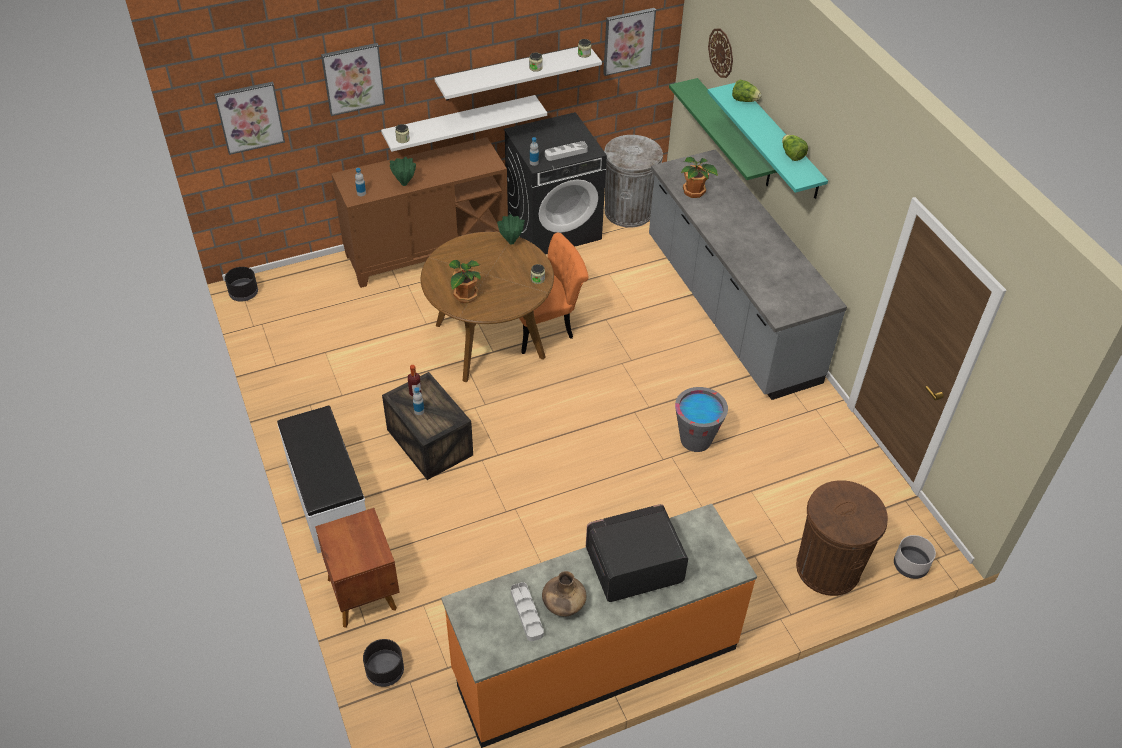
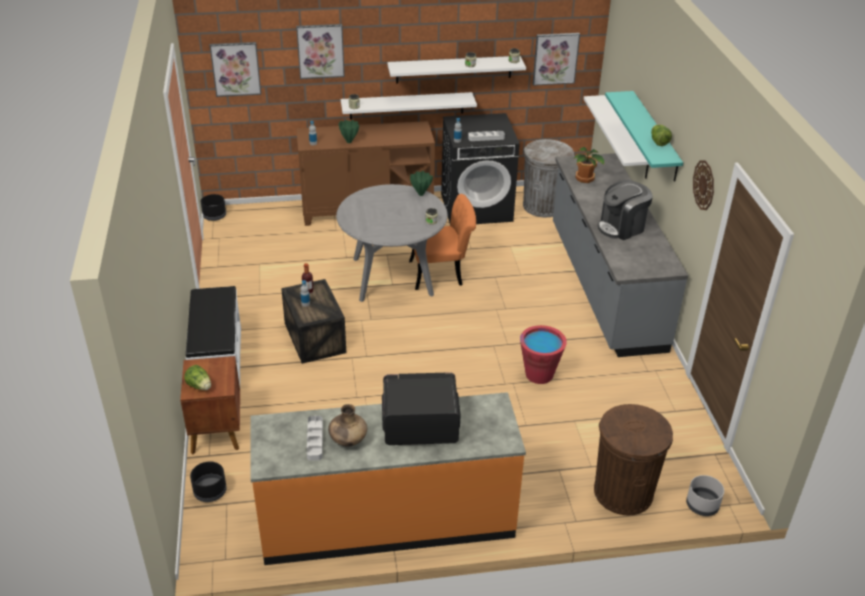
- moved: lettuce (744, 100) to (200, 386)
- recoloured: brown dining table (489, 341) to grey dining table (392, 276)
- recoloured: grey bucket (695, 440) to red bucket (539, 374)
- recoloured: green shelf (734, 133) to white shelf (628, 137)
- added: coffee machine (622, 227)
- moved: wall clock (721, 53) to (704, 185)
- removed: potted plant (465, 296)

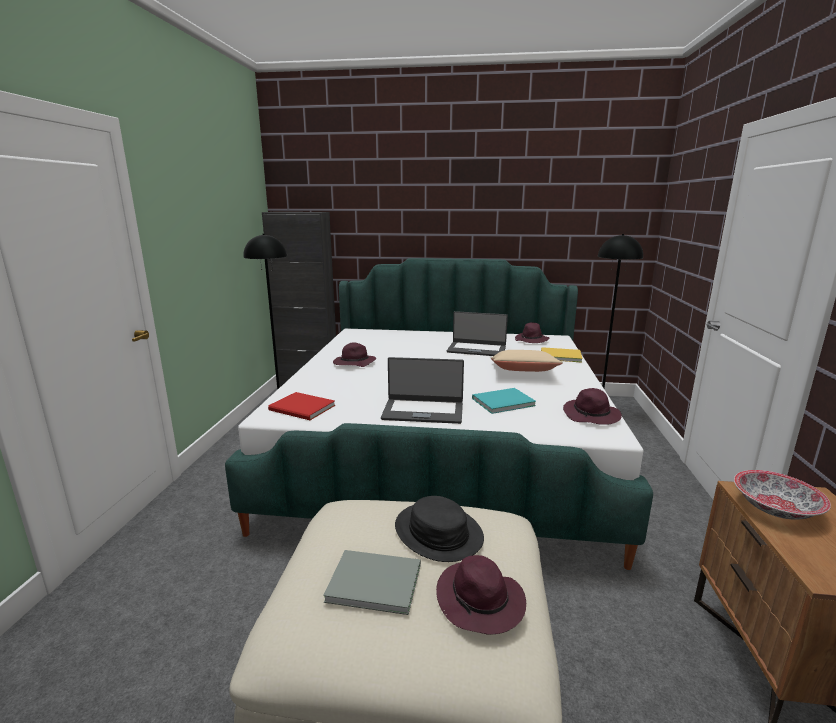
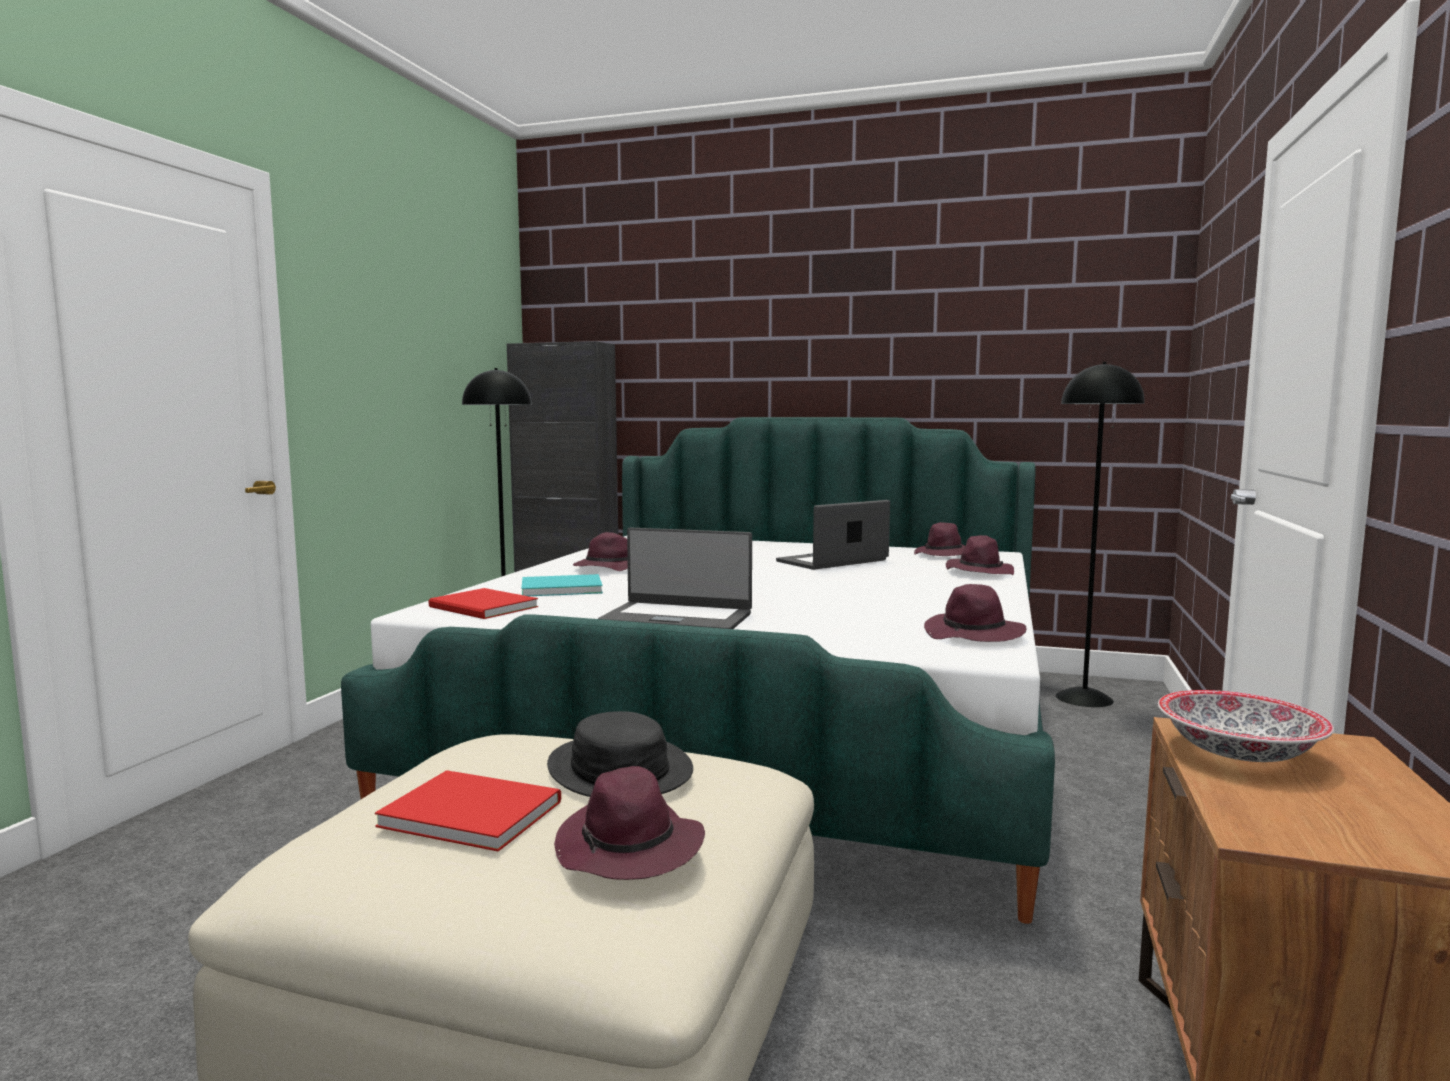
- recoloured: grey book (372, 581) to red book (469, 811)
- moved: turquoise book (501, 402) to (559, 588)
- turned: laptop (476, 349) = (833, 561) 120 degrees clockwise
- replaced: yellow book (559, 356) to purple hat (979, 572)
- removed: beige pillow (523, 373)

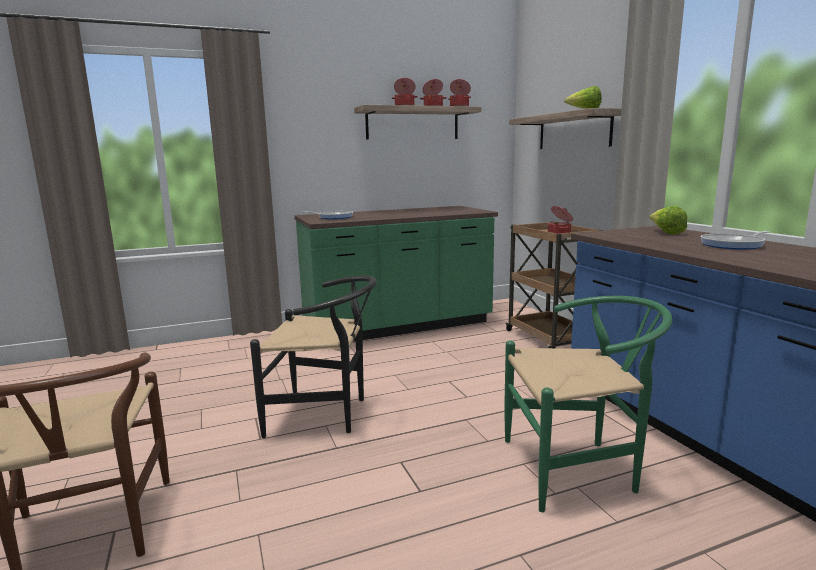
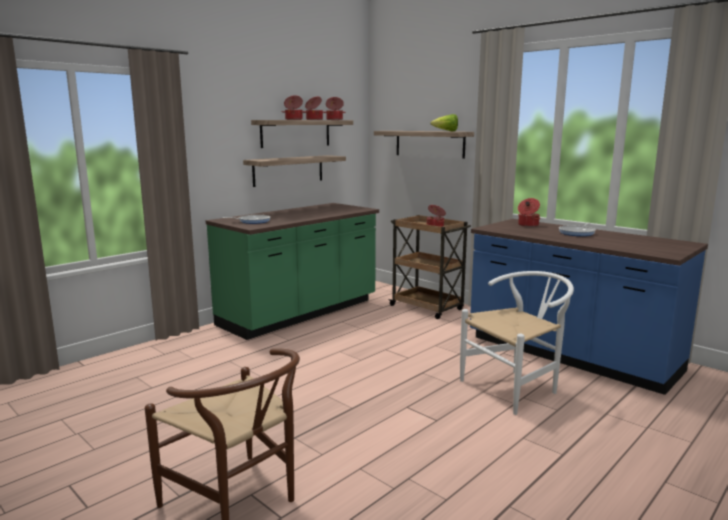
- added: shelf (288, 170)
- recoloured: green chair (579, 468) to white chair (516, 387)
- replaced: lettuce (665, 233) to cooking pot (527, 225)
- removed: black chair (325, 414)

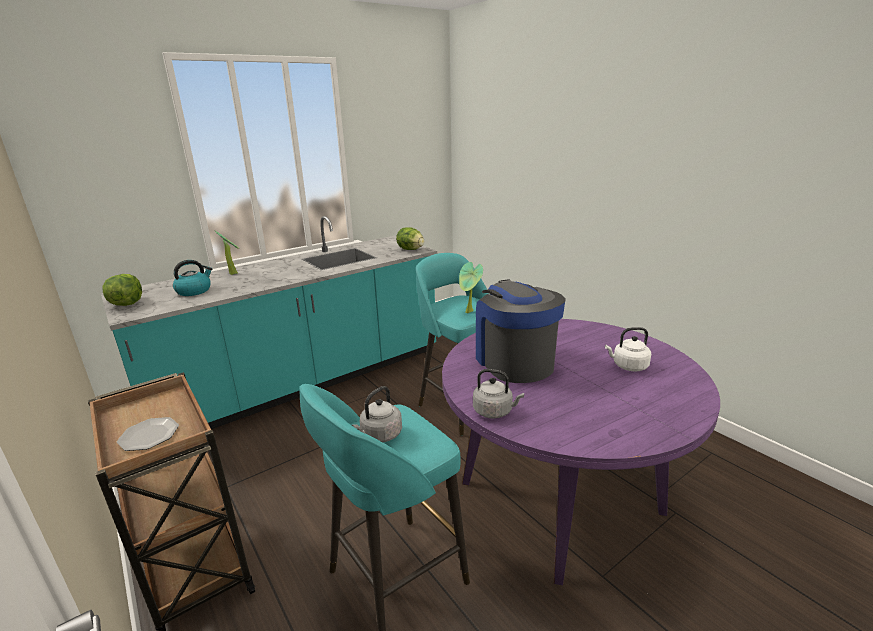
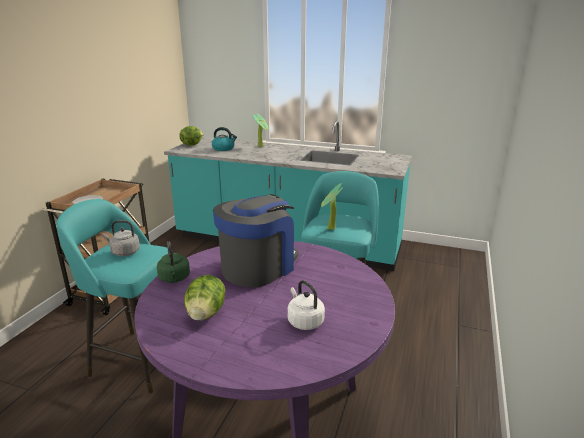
- recoloured: grey kettle (494, 411) to green kettle (174, 278)
- moved: lettuce (410, 249) to (205, 314)

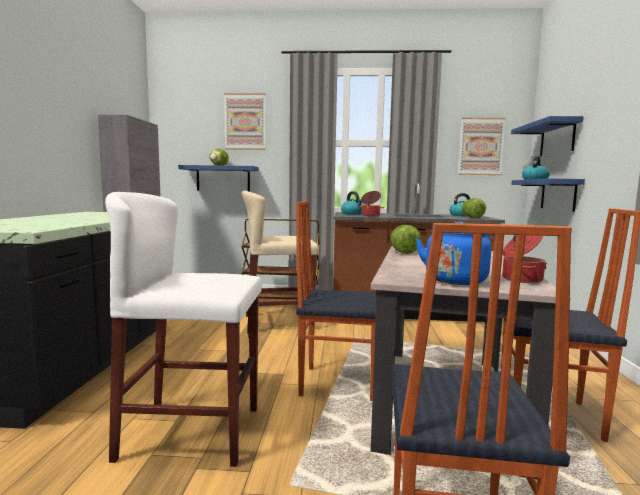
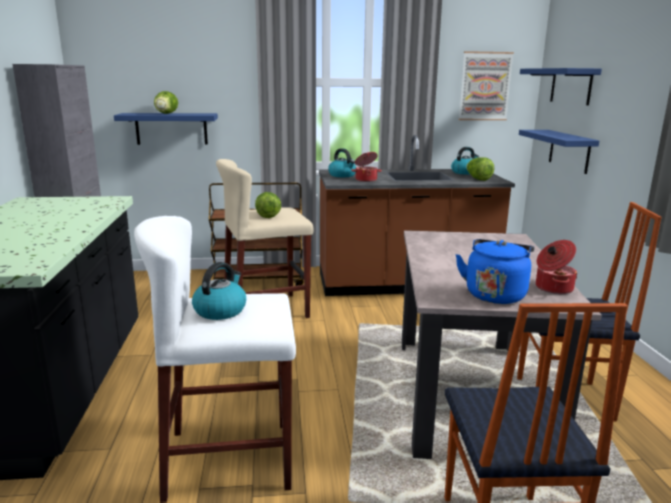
- moved: kettle (535, 179) to (220, 310)
- moved: lettuce (403, 252) to (267, 215)
- removed: picture (245, 121)
- removed: chair (338, 383)

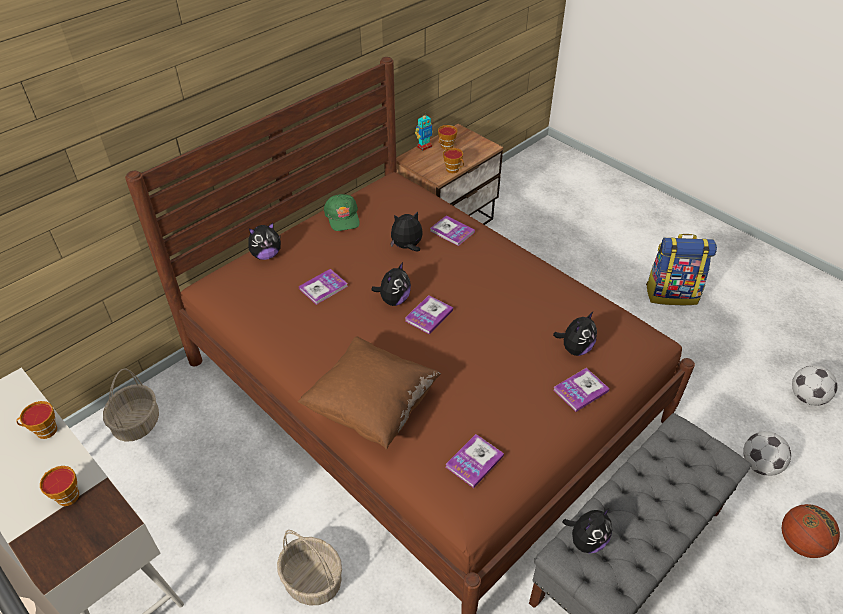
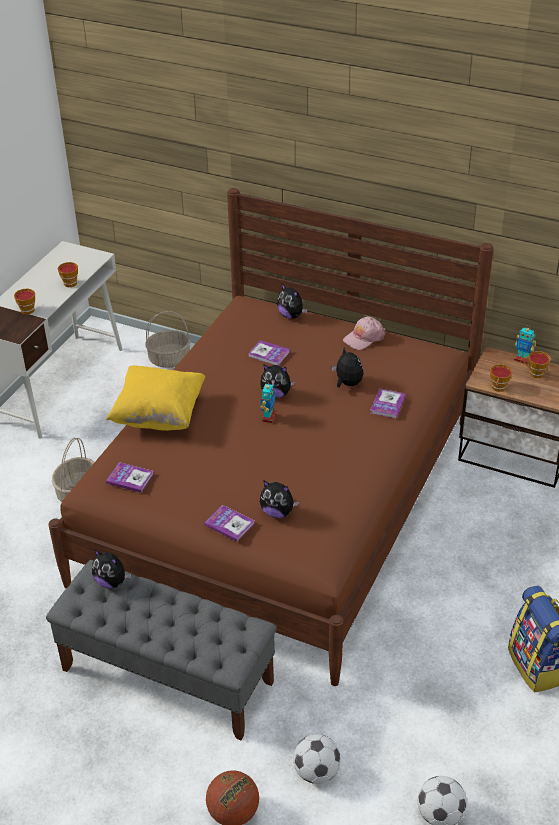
- recoloured: brown pillow (371, 407) to yellow pillow (159, 415)
- replaced: book (429, 315) to toy robot (268, 417)
- recoloured: green cap (342, 217) to pink cap (364, 338)

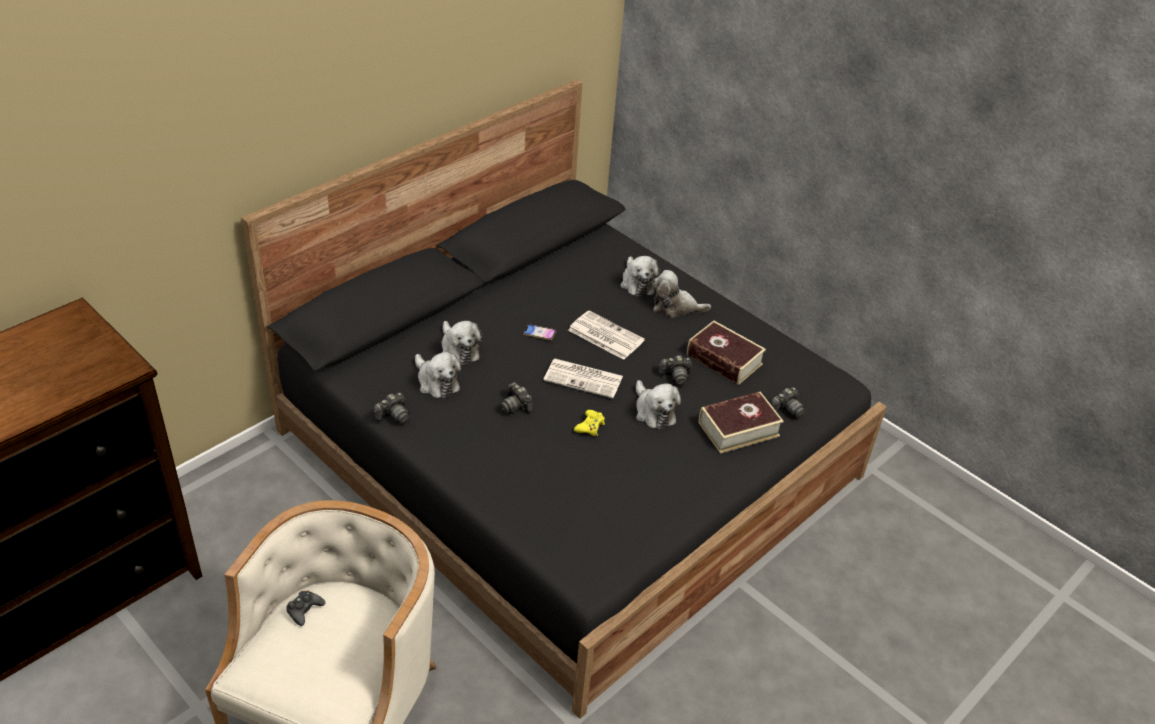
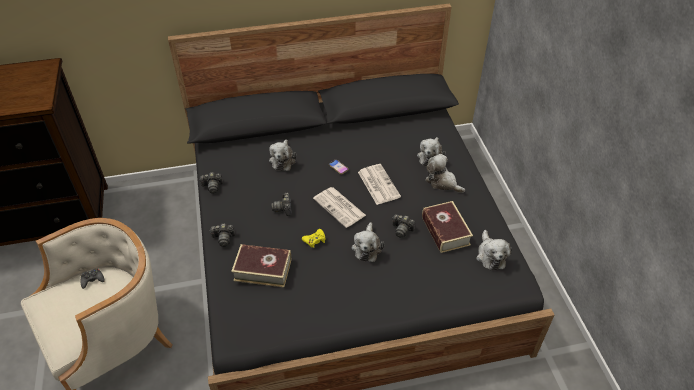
- moved: photo camera (786, 410) to (223, 238)
- moved: book (738, 429) to (263, 270)
- moved: plush toy (436, 382) to (490, 255)

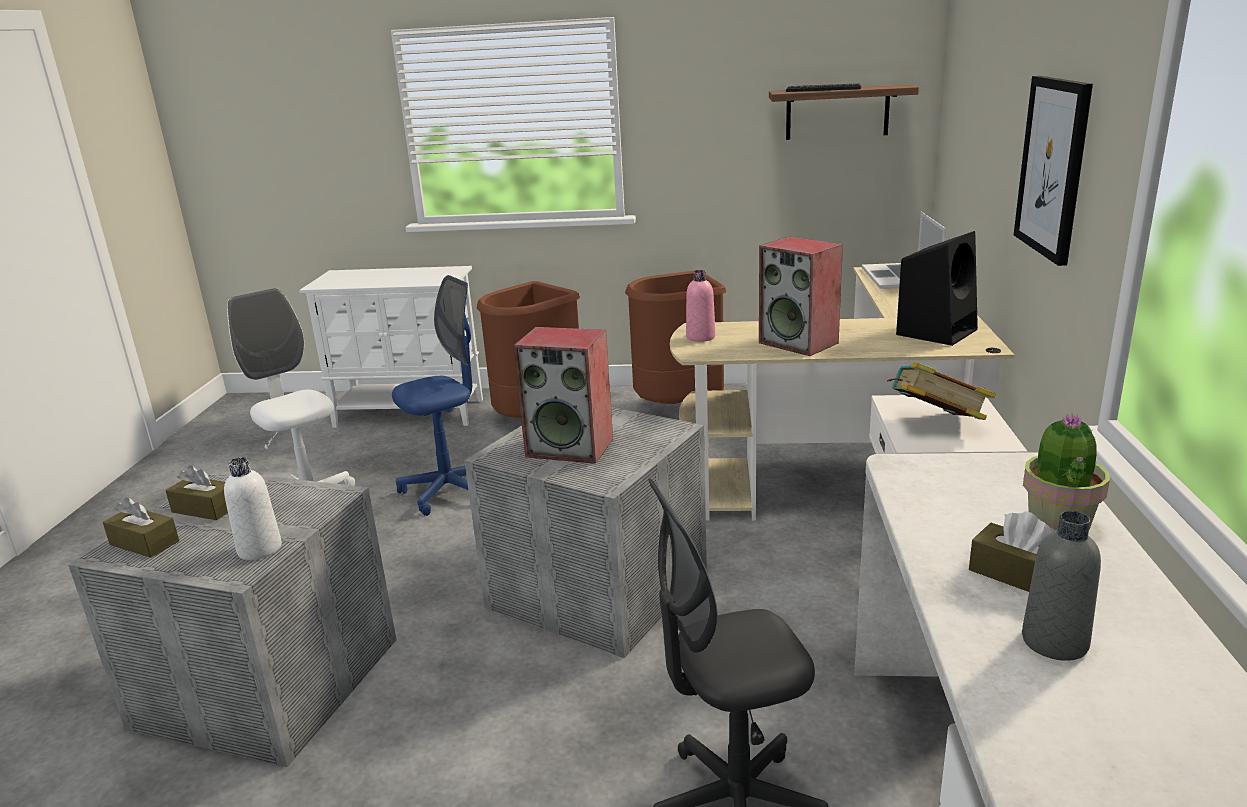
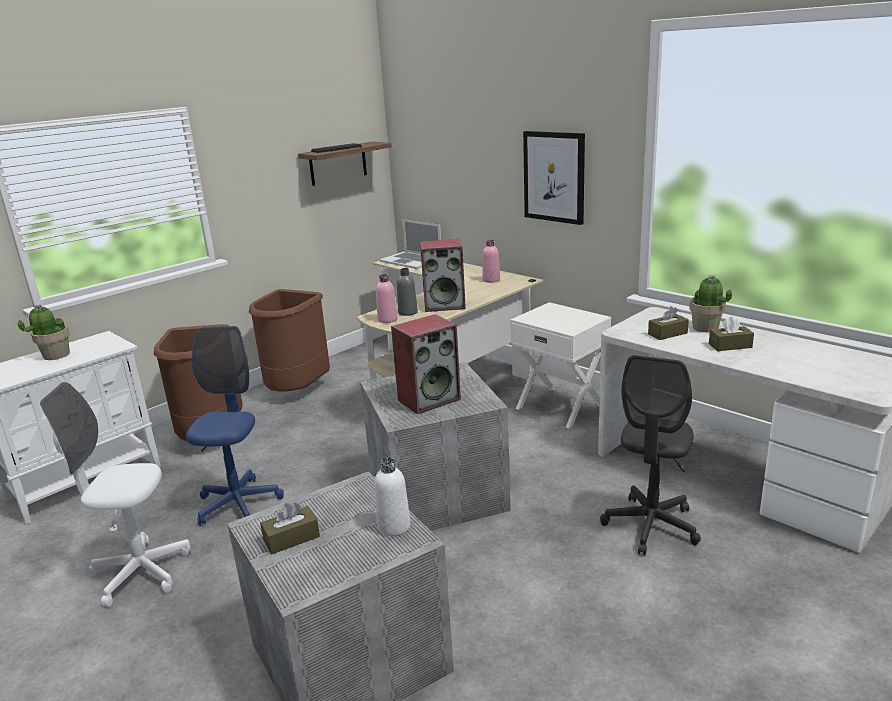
- added: potted plant (56, 355)
- moved: grey bottle (1054, 642) to (408, 312)
- replaced: black speaker (937, 331) to pink bottle (491, 280)
- moved: brown tissue box (144, 543) to (667, 334)
- removed: book (935, 424)

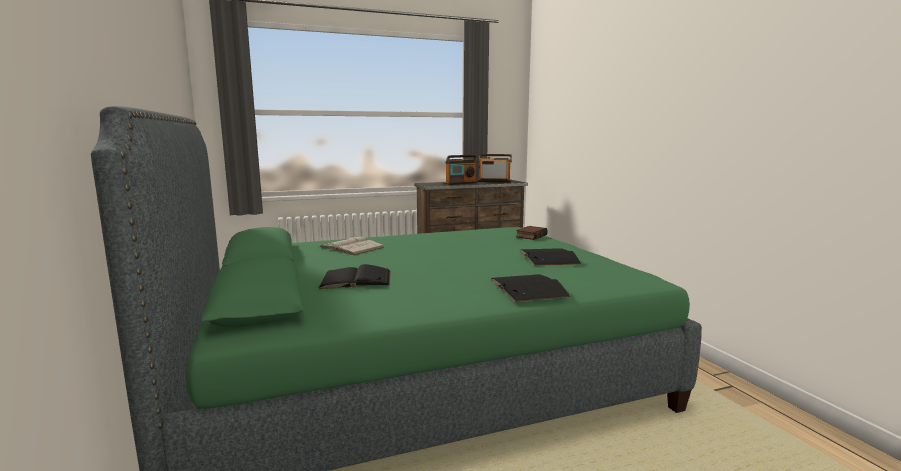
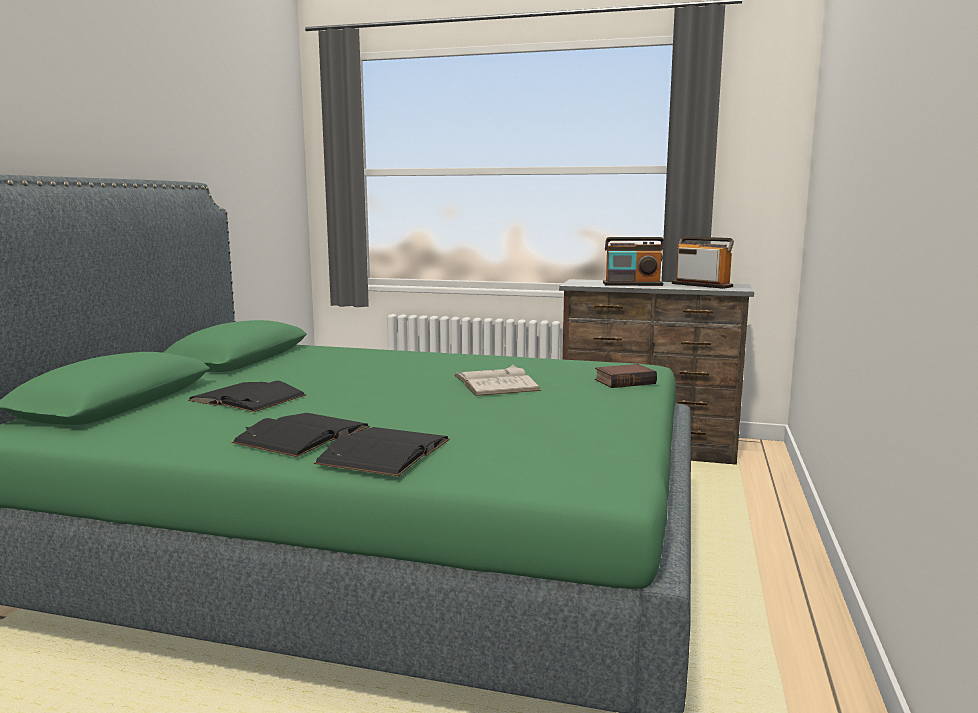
- moved: black book (548, 257) to (303, 435)
- moved: white book (352, 247) to (495, 383)

